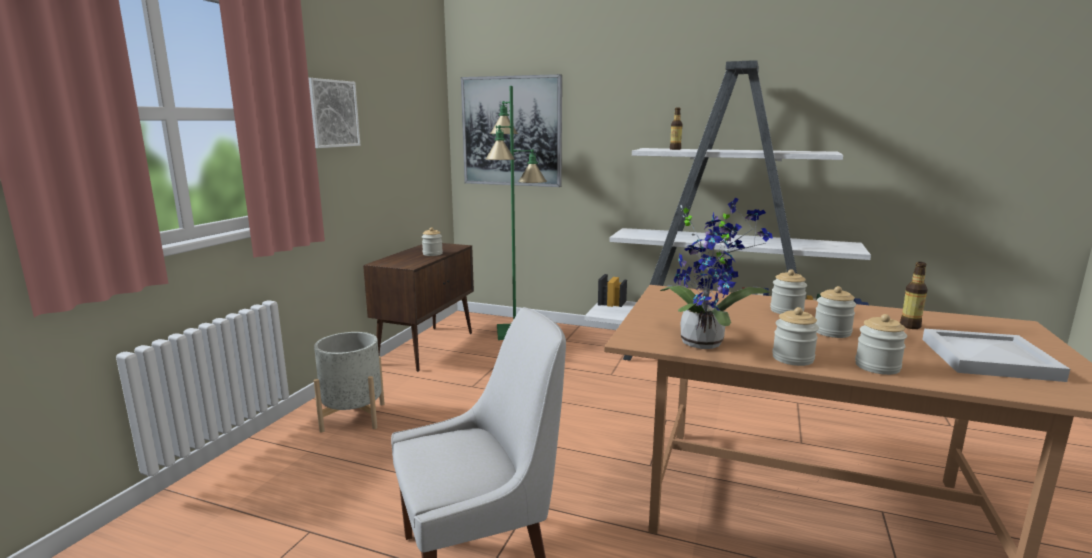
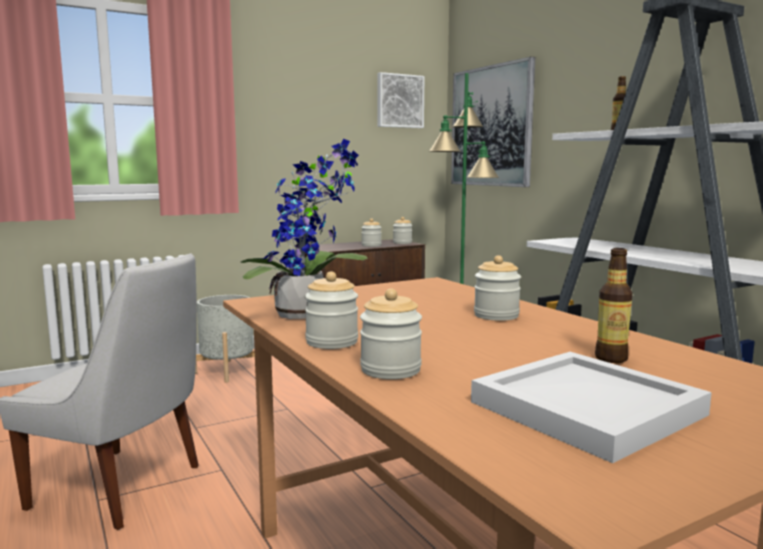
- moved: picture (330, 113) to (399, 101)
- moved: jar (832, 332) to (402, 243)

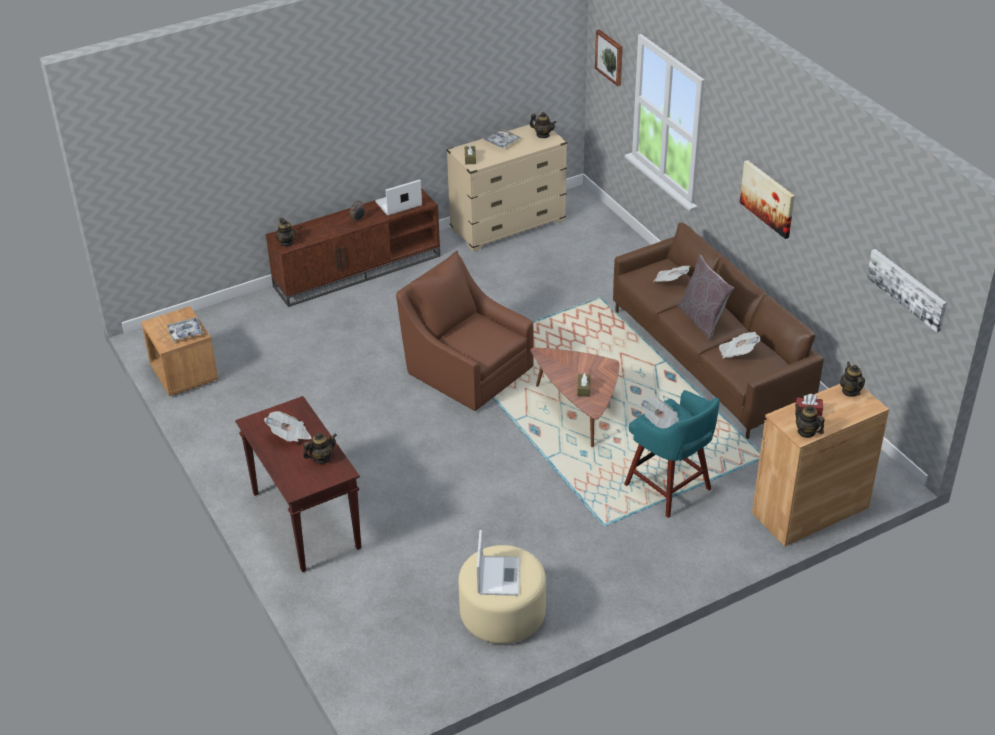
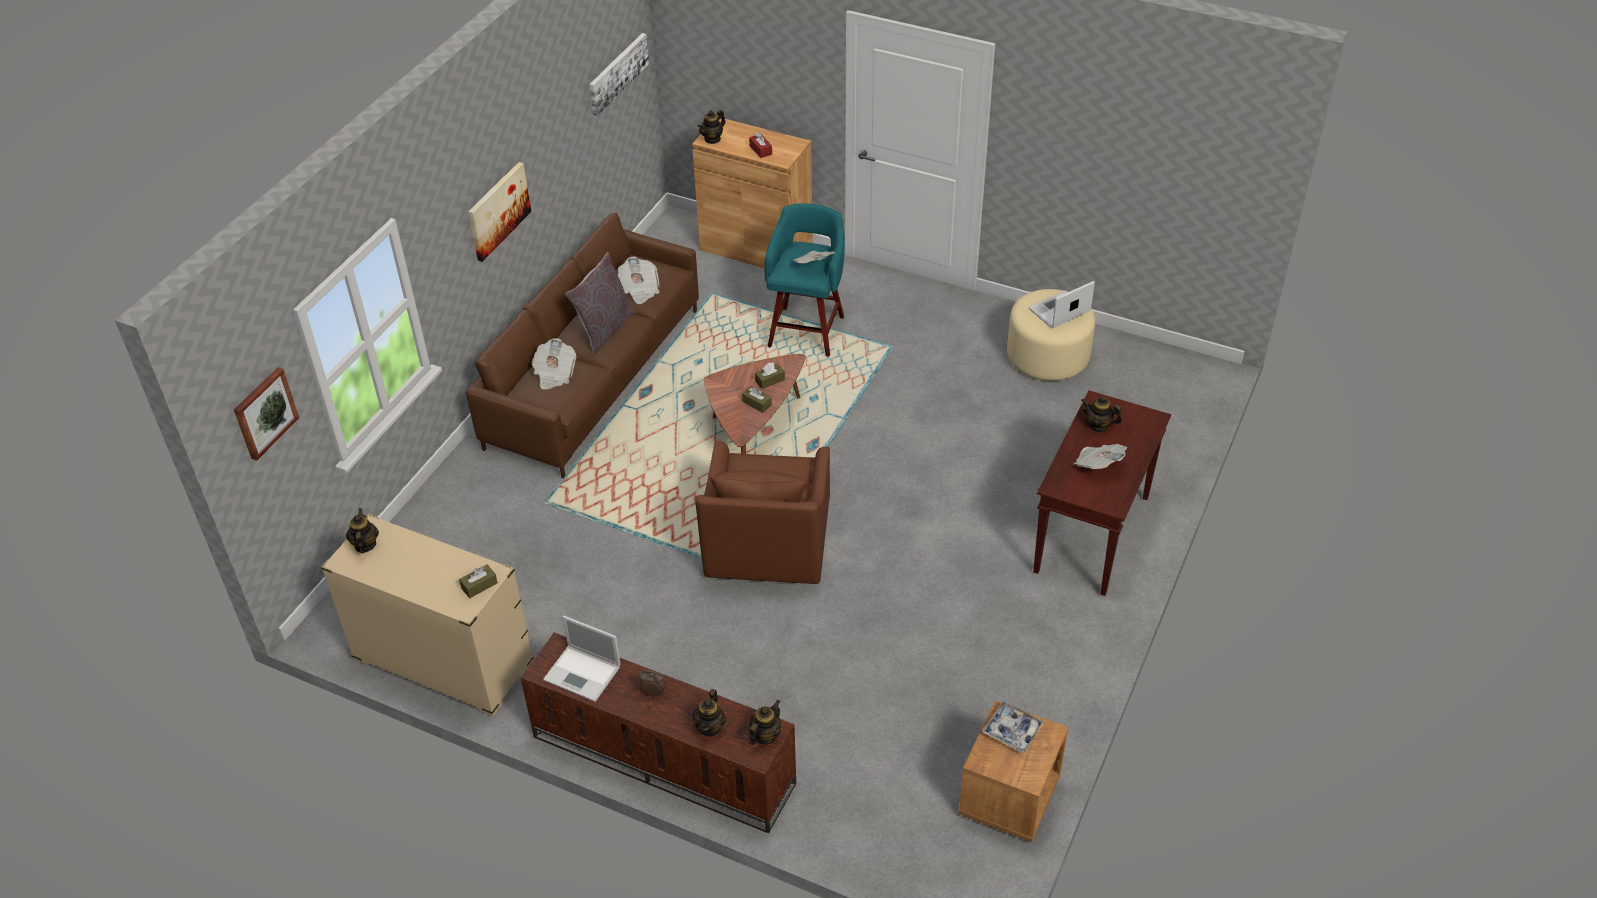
- moved: teapot (806, 432) to (710, 727)
- added: brown tissue box (757, 403)
- removed: tray (502, 142)

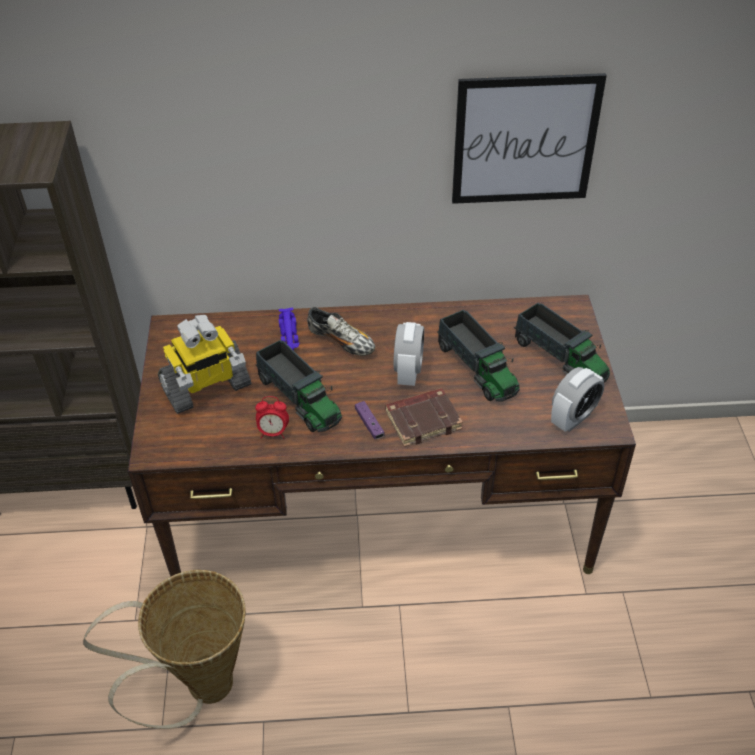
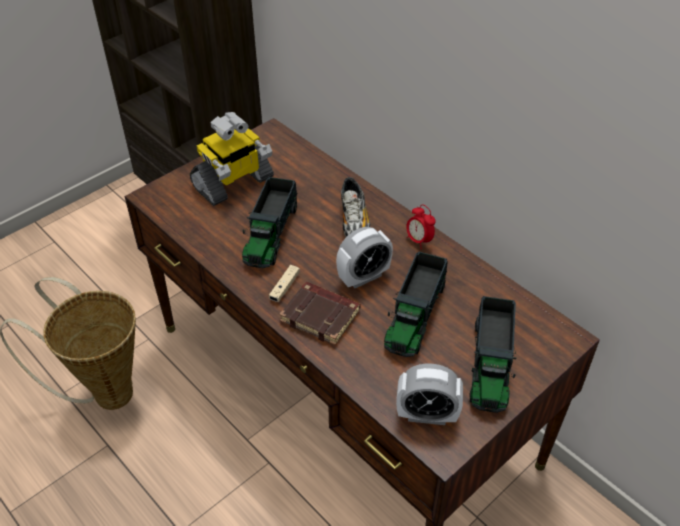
- turned: toy robot (206, 388) = (233, 183) 60 degrees counterclockwise
- recoloured: purple game controller (369, 424) to beige game controller (284, 287)
- moved: alarm clock (273, 432) to (419, 240)
- removed: purple toy car (289, 335)
- removed: picture (524, 140)

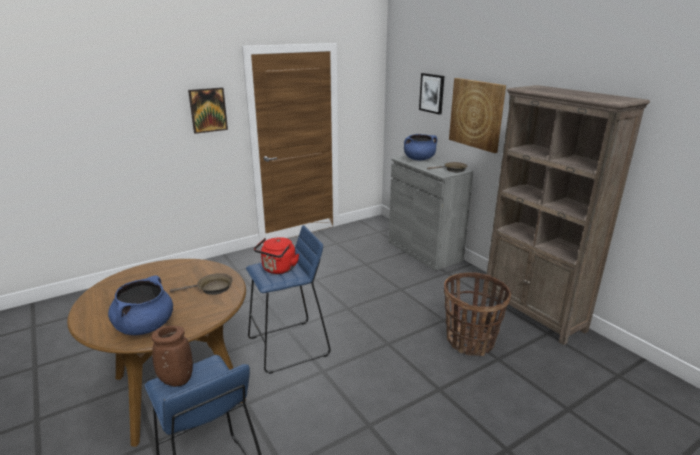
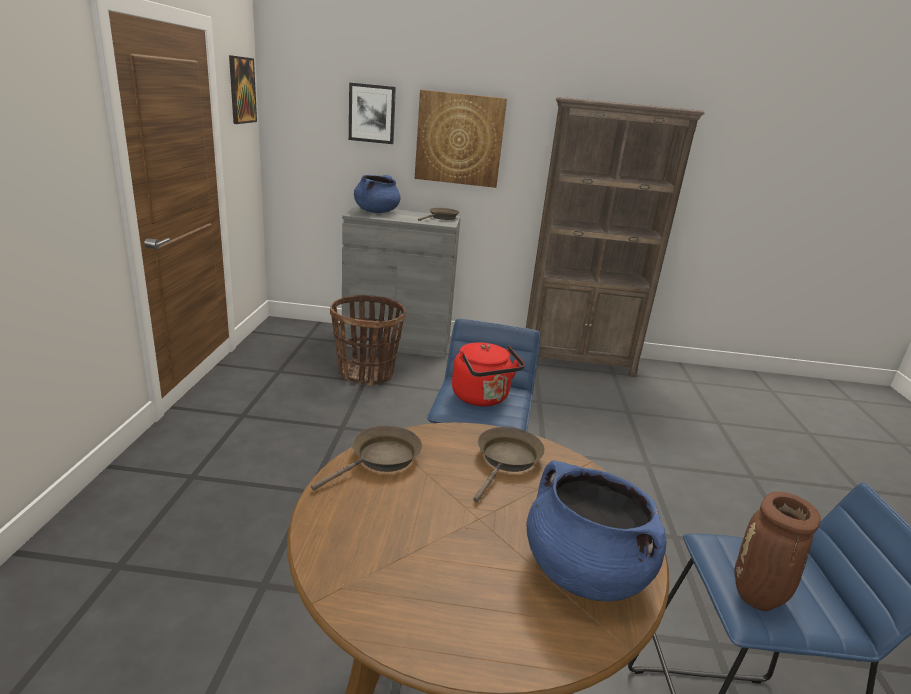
- moved: picture (208, 110) to (241, 90)
- added: brown frying pan (381, 459)
- moved: basket (470, 341) to (366, 373)

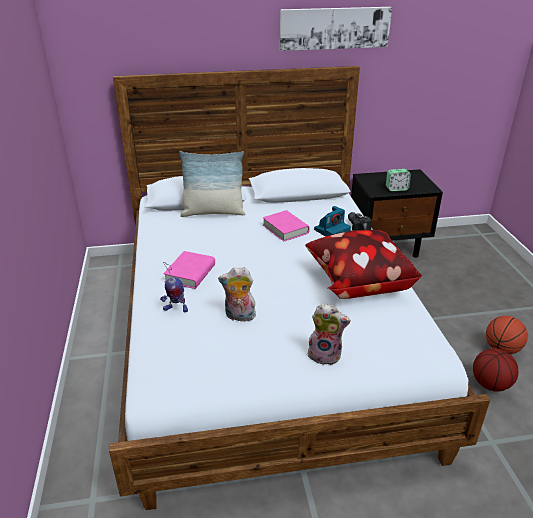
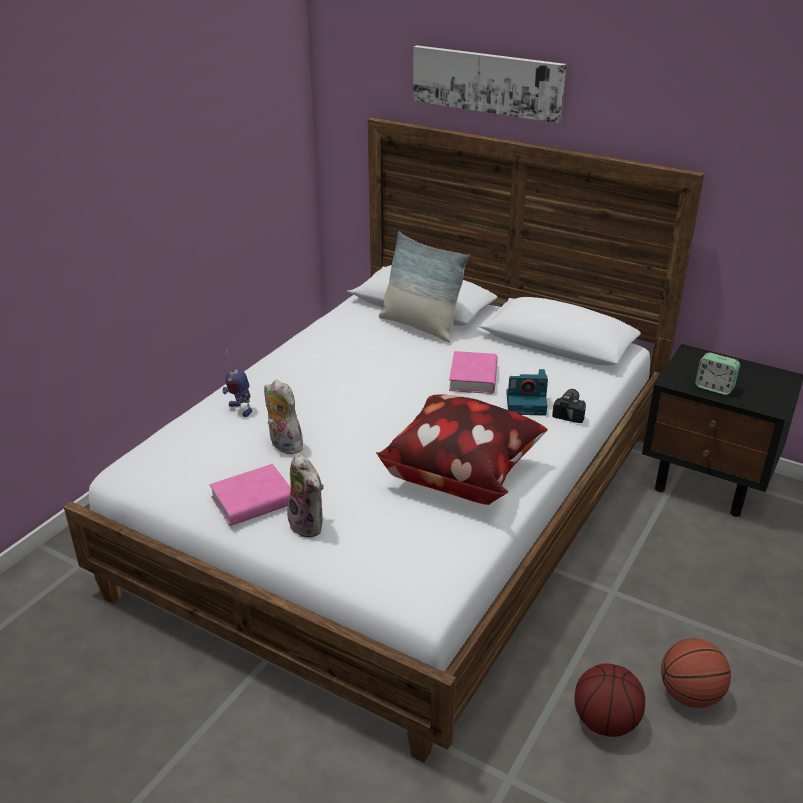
- moved: pink book (190, 273) to (253, 501)
- moved: picture (334, 28) to (487, 82)

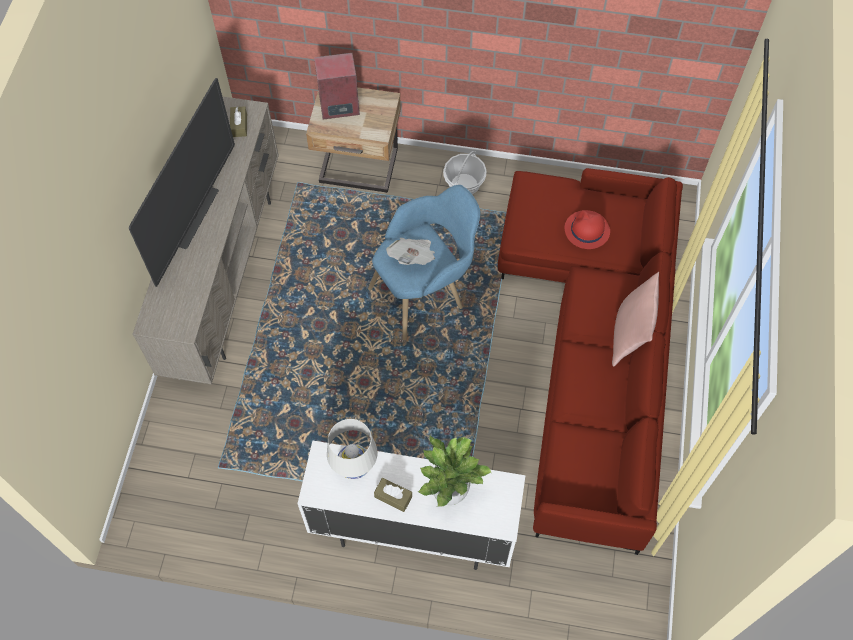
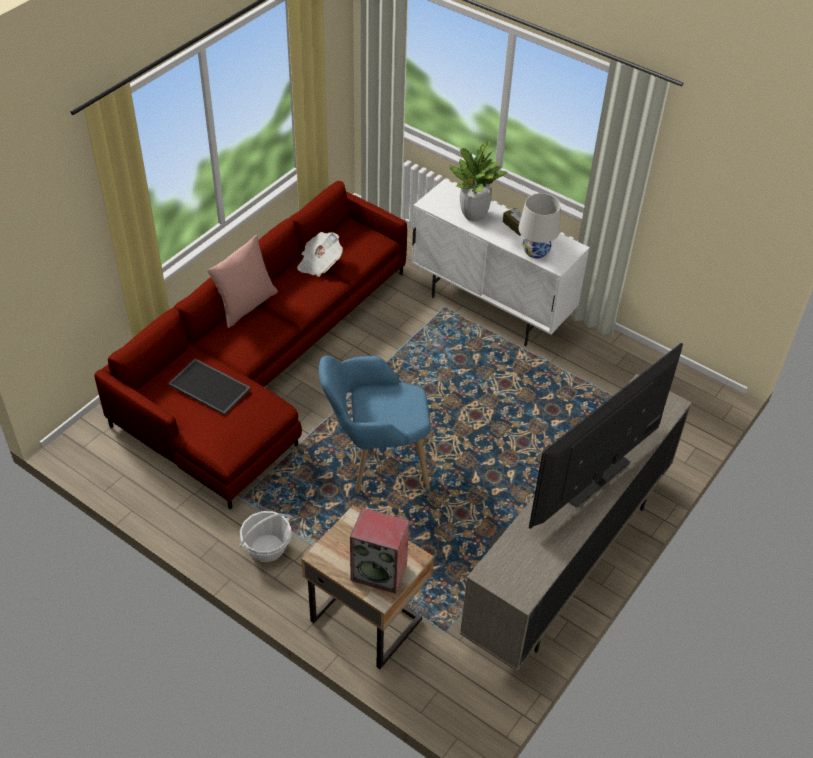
- replaced: red hat (586, 230) to tray (211, 386)
- moved: newspaper (412, 257) to (319, 263)
- removed: brown tissue box (239, 125)

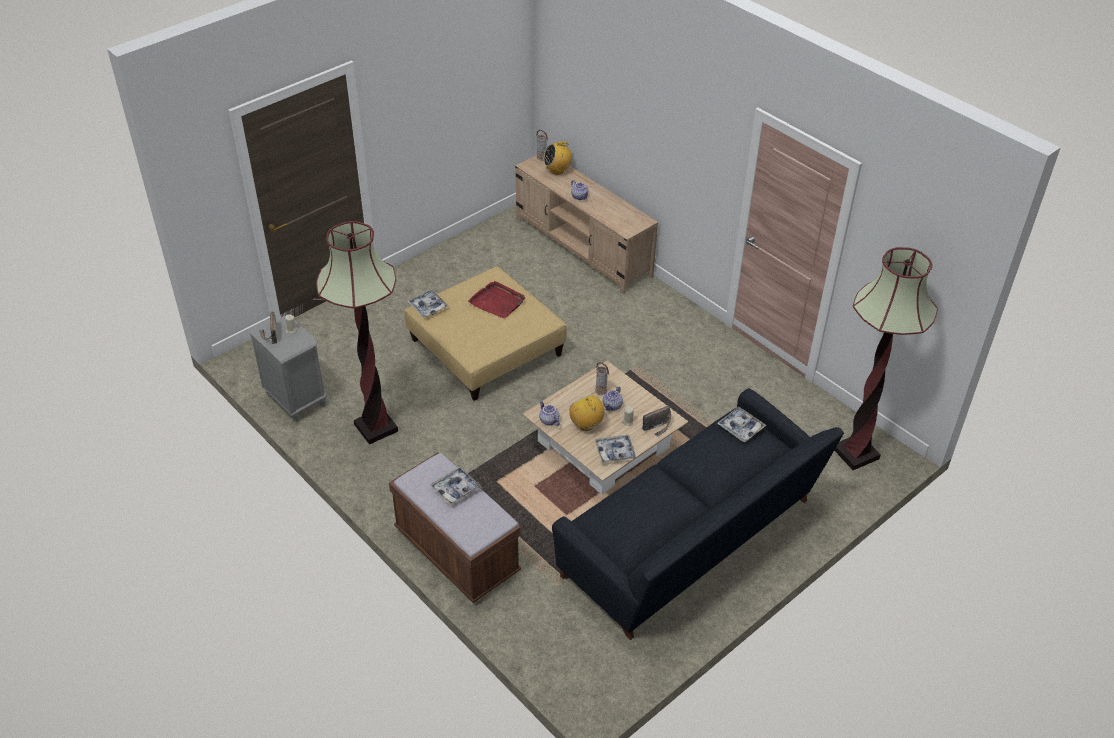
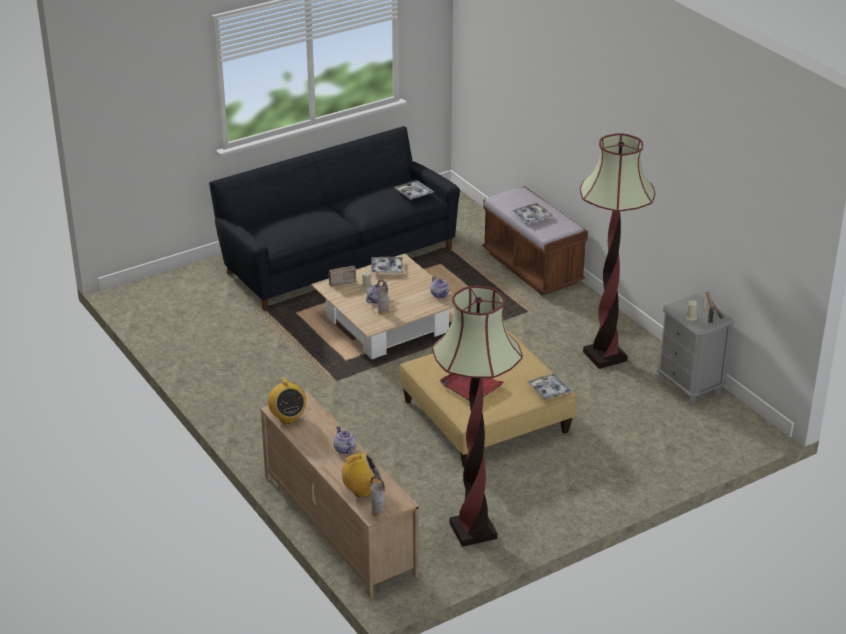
- moved: radio (586, 424) to (287, 417)
- moved: tray (740, 427) to (414, 193)
- moved: floor lamp (856, 453) to (473, 531)

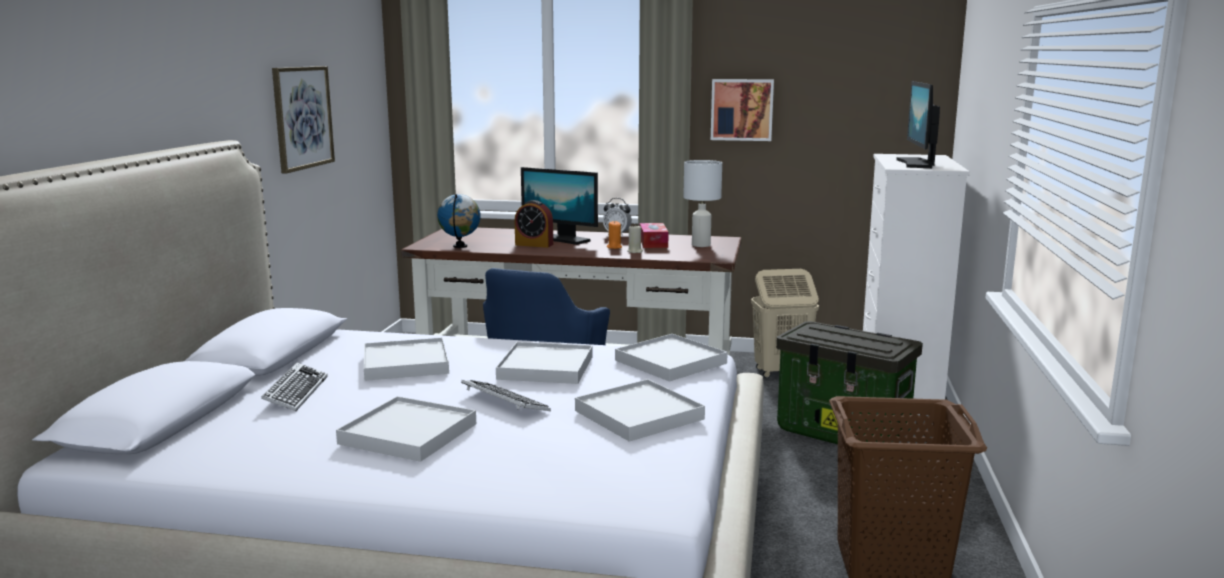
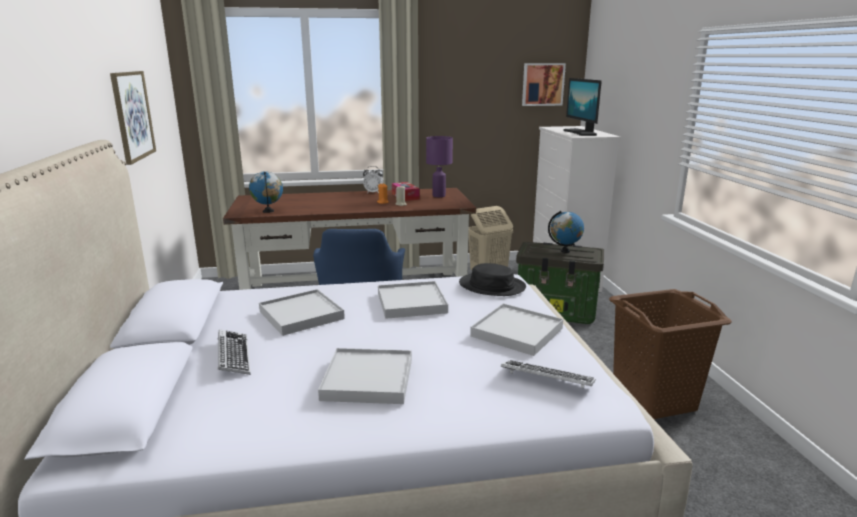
- recoloured: white table lamp (701, 245) to purple table lamp (439, 196)
- replaced: white tray (670, 362) to black hat (492, 286)
- moved: keyboard (504, 403) to (547, 379)
- moved: picture (742, 109) to (542, 84)
- added: globe (565, 251)
- removed: alarm clock (534, 245)
- removed: monitor (560, 239)

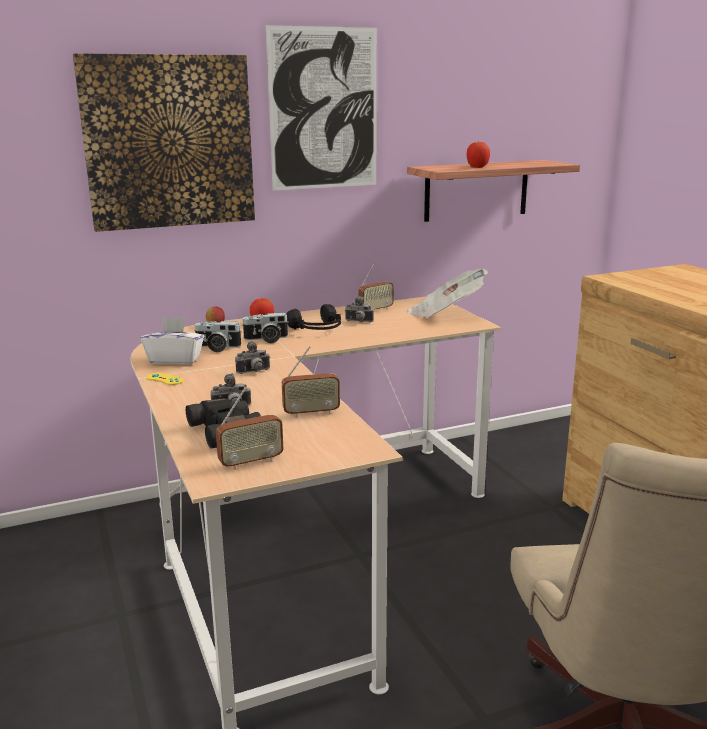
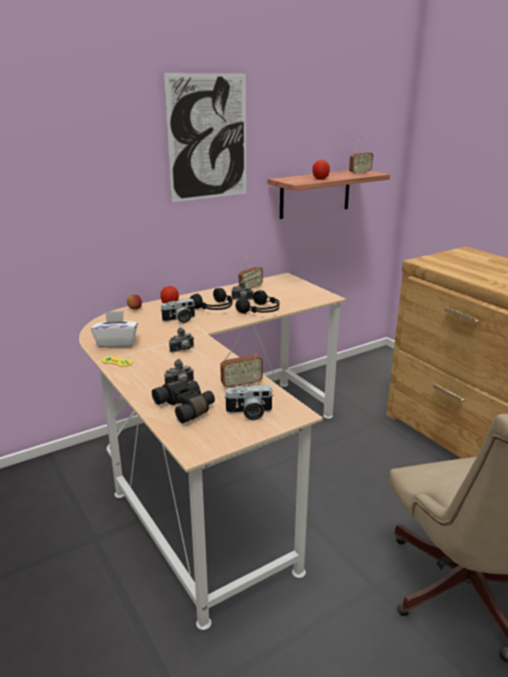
- moved: photo camera (217, 348) to (249, 413)
- added: black headphones (261, 311)
- moved: radio (251, 462) to (360, 173)
- removed: picture (169, 142)
- removed: newspaper (445, 314)

